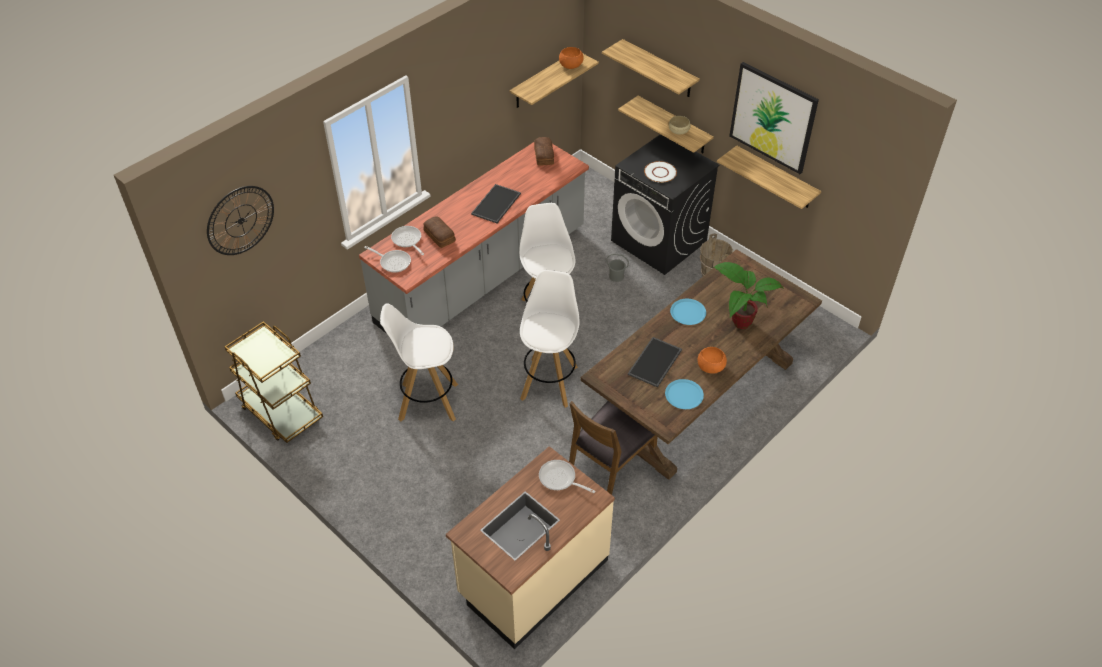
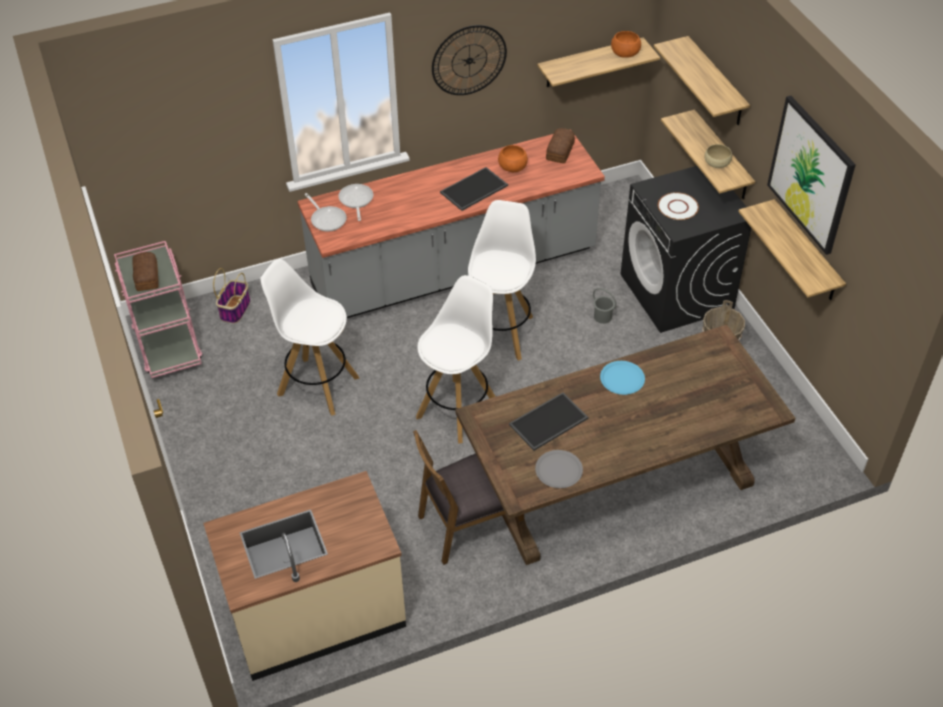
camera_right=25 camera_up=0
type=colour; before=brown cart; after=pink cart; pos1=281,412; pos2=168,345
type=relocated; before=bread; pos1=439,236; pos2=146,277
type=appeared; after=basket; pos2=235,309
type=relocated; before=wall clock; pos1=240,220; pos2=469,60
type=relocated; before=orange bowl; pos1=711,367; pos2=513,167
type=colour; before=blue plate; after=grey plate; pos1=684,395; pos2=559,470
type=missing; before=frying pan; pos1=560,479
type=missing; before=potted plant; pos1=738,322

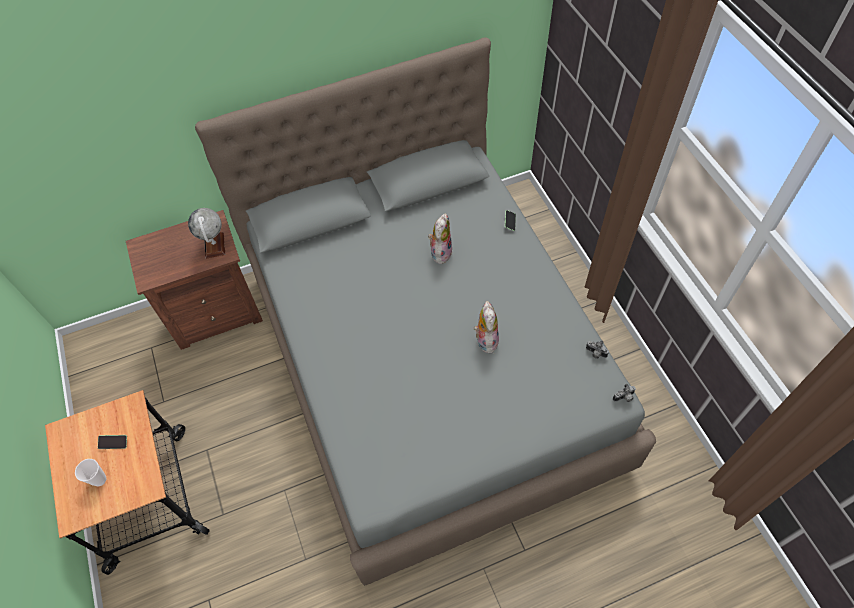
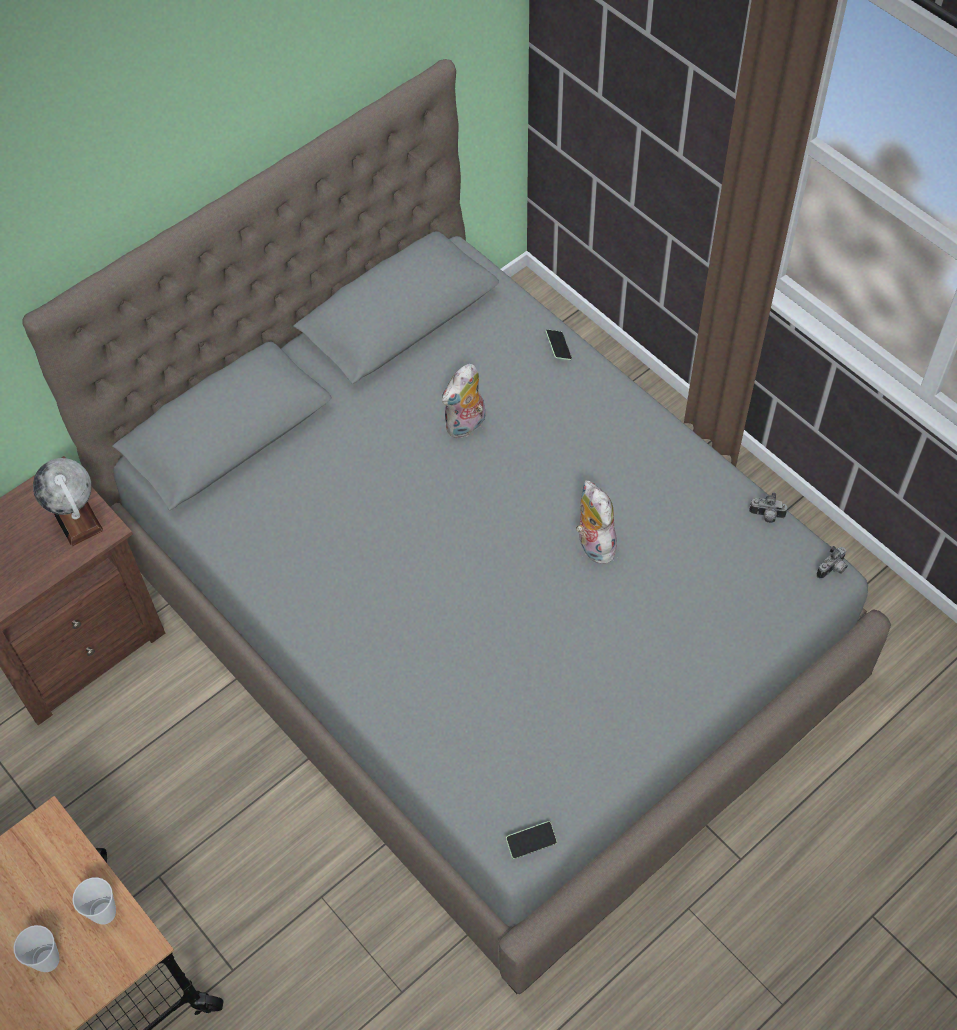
camera_right=-20 camera_up=0
type=appeared; after=cup; pos2=104,913
type=spun; before=plush toy; pos1=440,252; pos2=466,426; turn=-135
type=relocated; before=phone; pos1=114,443; pos2=531,842

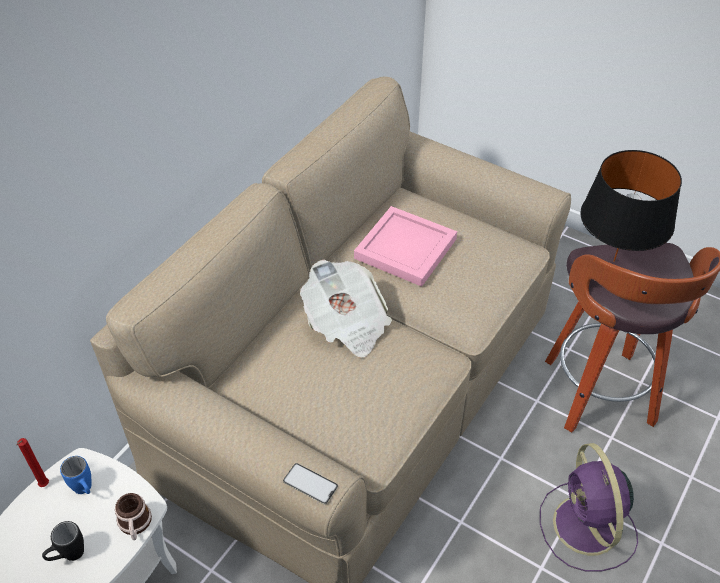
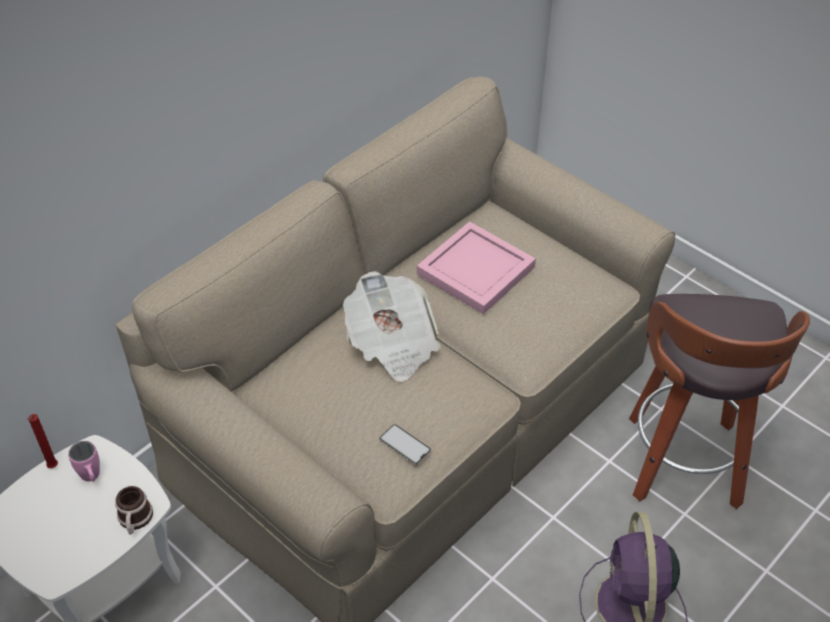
camera_right=10 camera_up=0
type=colour; before=blue mug; after=pink mug; pos1=85,490; pos2=92,478
type=relocated; before=phone; pos1=310,484; pos2=405,444
type=missing; before=black mug; pos1=68,556
type=missing; before=black table lamp; pos1=613,261

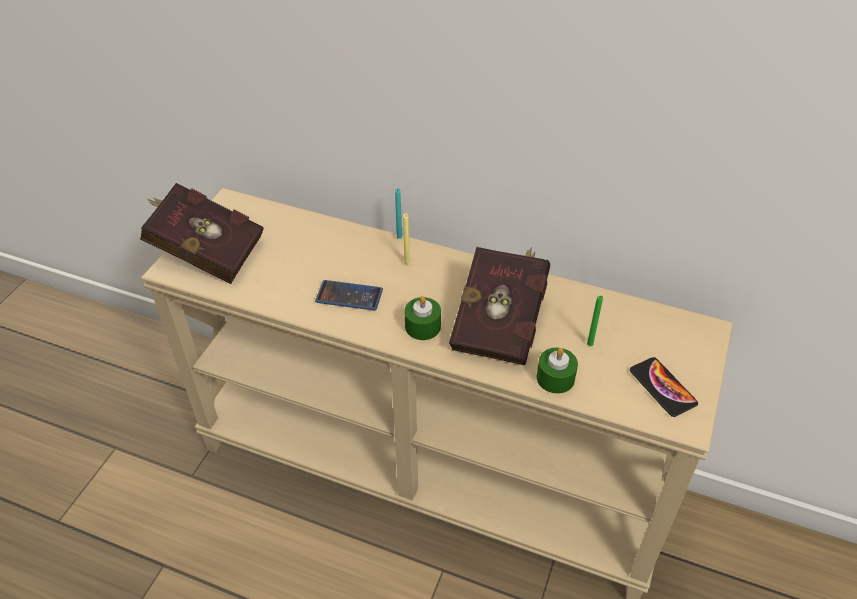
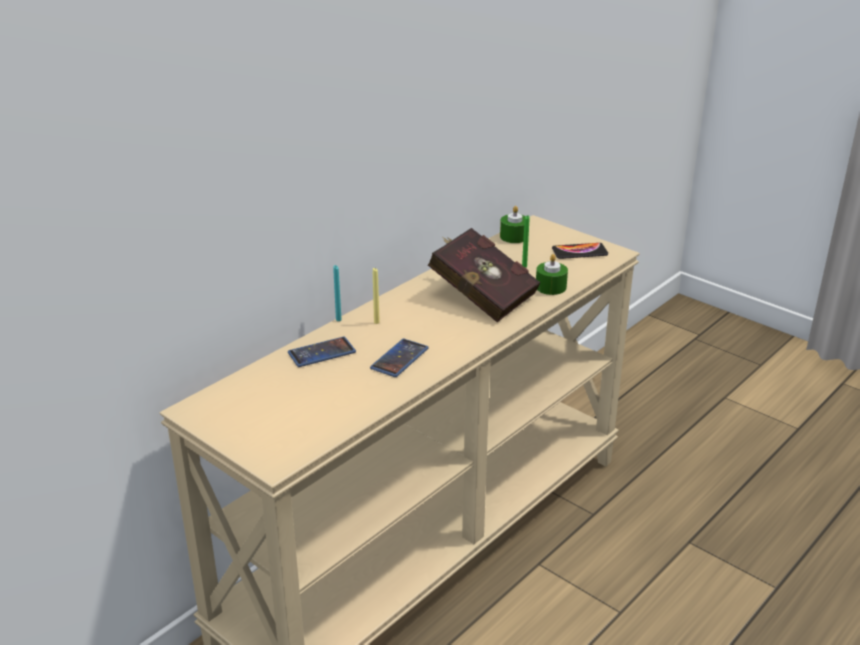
camera_right=-70 camera_up=-15
type=appeared; after=phone; pos2=321,353
type=relocated; before=green candle; pos1=422,326; pos2=514,237
type=missing; before=red book; pos1=205,251

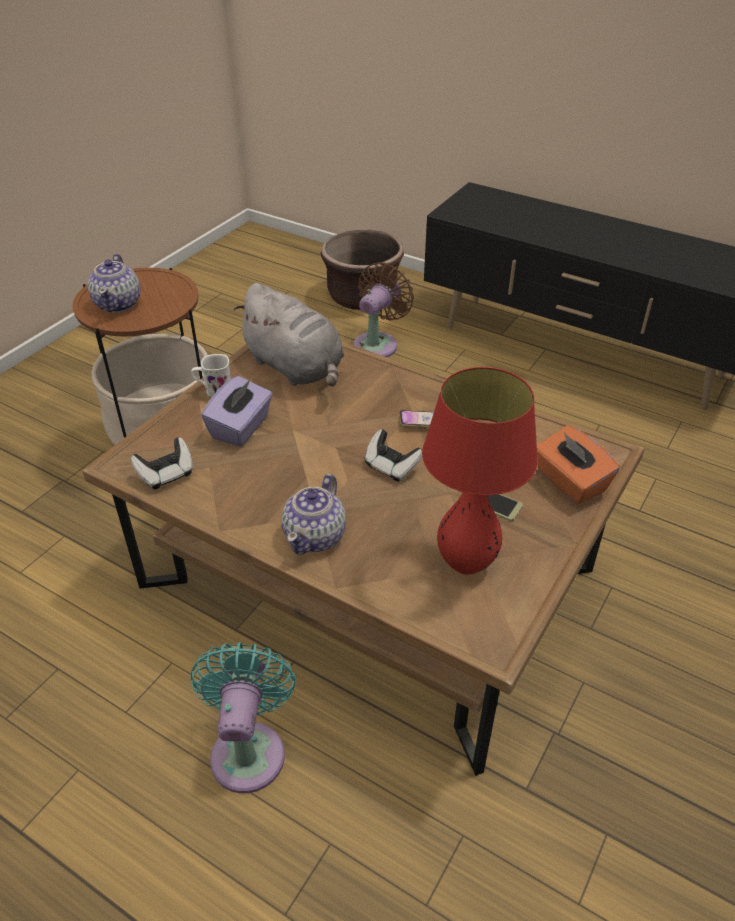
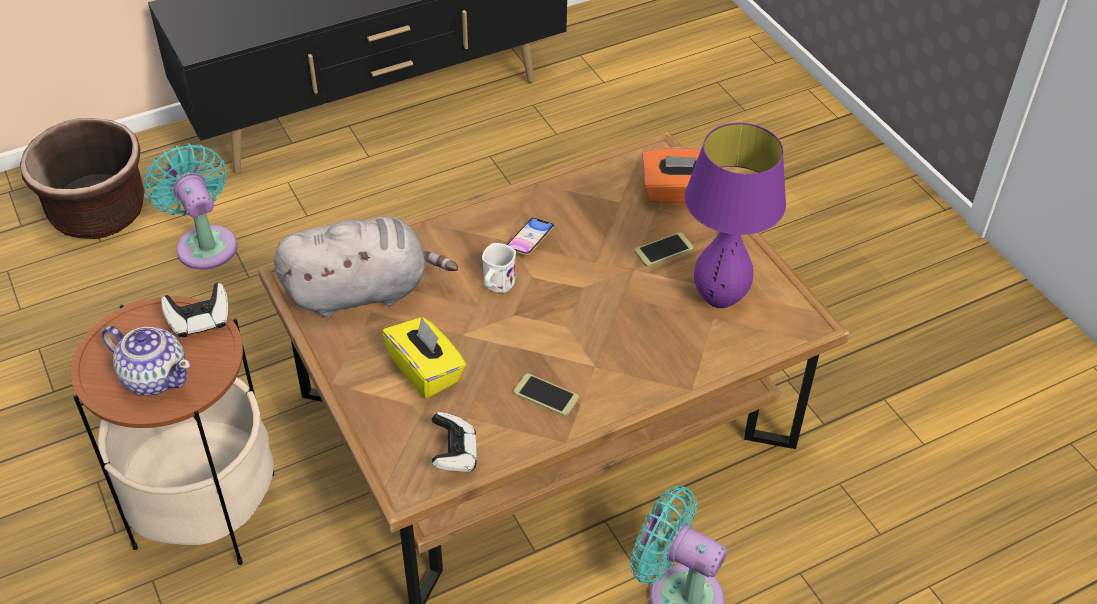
camera_right=-60 camera_up=5
type=colour; before=brown fan; after=turquoise fan; pos1=378,344; pos2=205,243
type=relocated; before=game controller; pos1=391,466; pos2=199,321
type=colour; before=purple tissue box; after=yellow tissue box; pos1=241,428; pos2=426,371
type=relocated; before=white mug; pos1=213,389; pos2=496,286
type=appeared; after=phone; pos2=546,395
type=colour; before=red table lamp; after=purple table lamp; pos1=466,563; pos2=719,298
type=missing; before=teapot; pos1=316,536

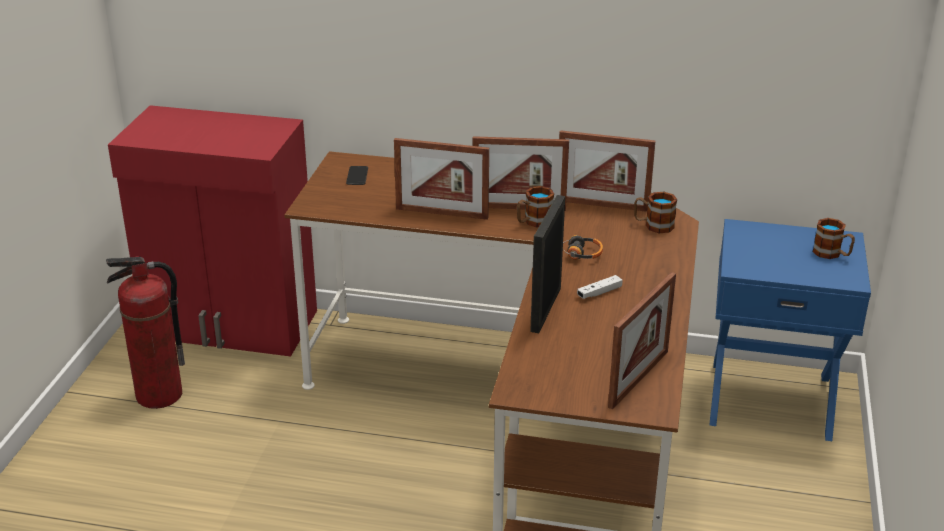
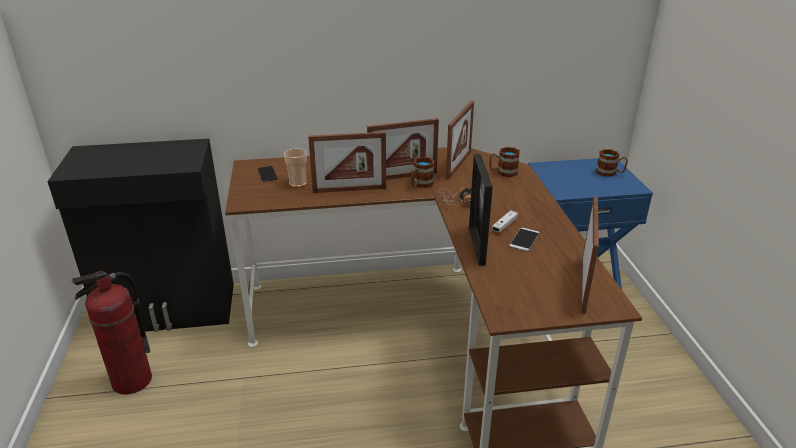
camera_right=-20 camera_up=0
type=colour; before=red cabinet; after=black cabinet; pos1=231,325; pos2=170,310
type=appeared; after=cup; pos2=298,183
type=spun; before=picture frame; pos1=602,205; pos2=458,165; turn=-60
type=appeared; after=phone; pos2=524,240

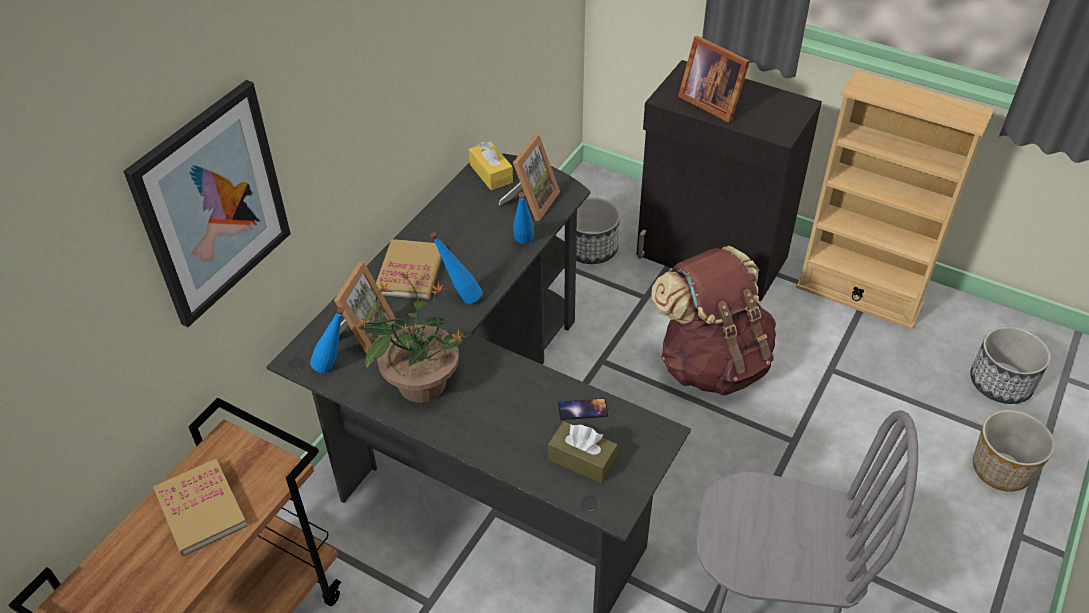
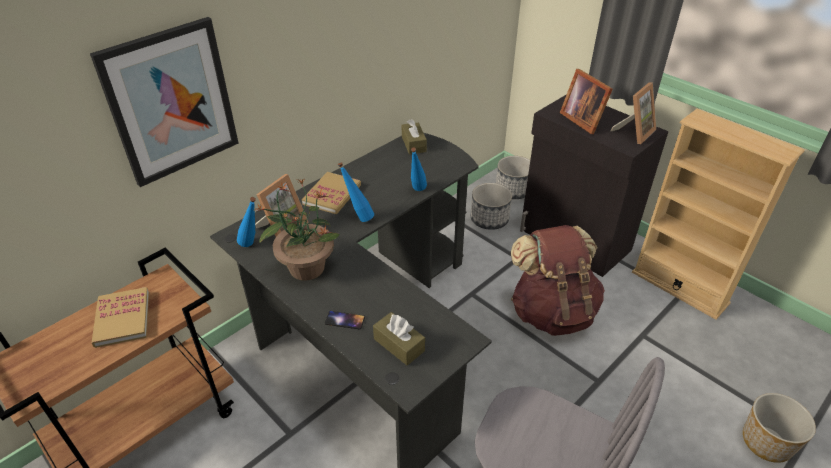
camera_right=15 camera_up=-5
type=relocated; before=phone; pos1=582,409; pos2=345,320
type=colour; before=yellow tissue box; after=brown tissue box; pos1=491,173; pos2=413,144
type=relocated; before=planter; pos1=1001,383; pos2=513,190
type=relocated; before=picture frame; pos1=531,202; pos2=634,132

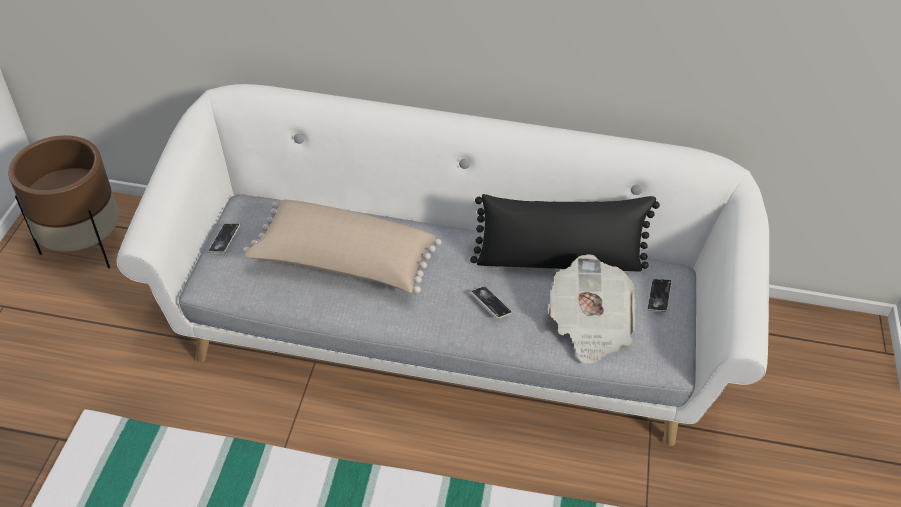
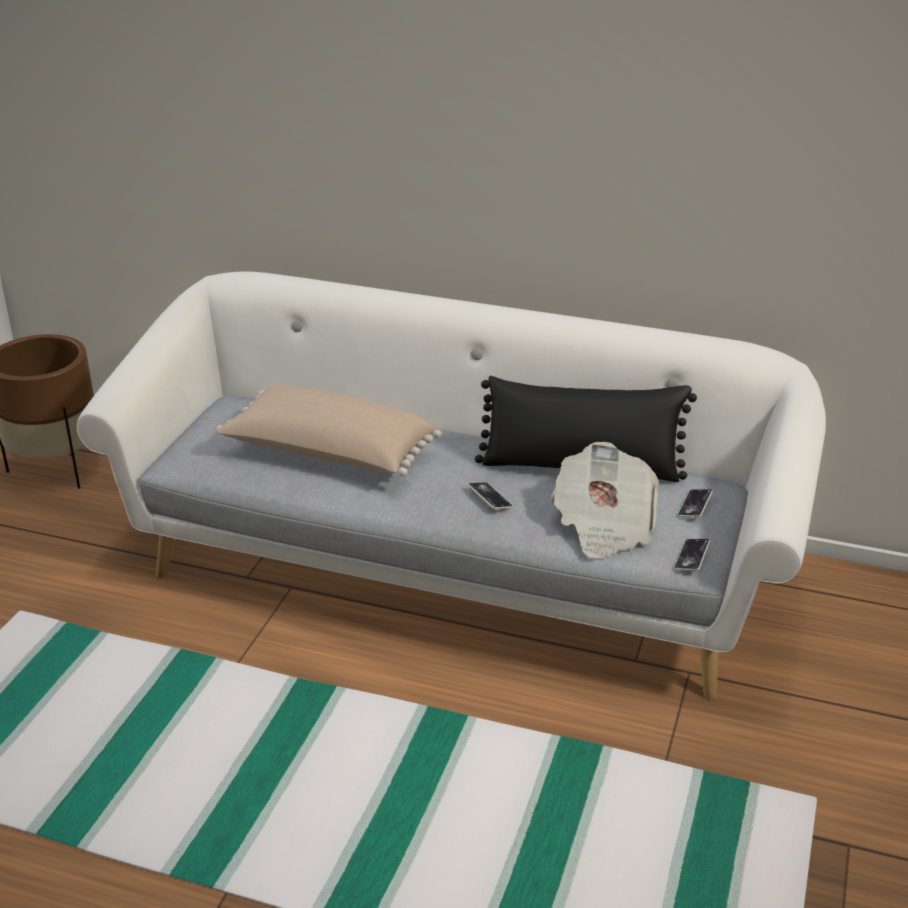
camera_right=10 camera_up=-15
type=relocated; before=phone; pos1=224,240; pos2=691,558

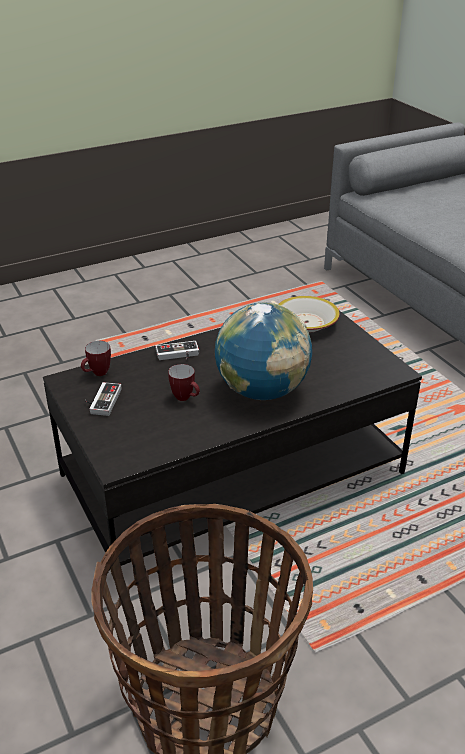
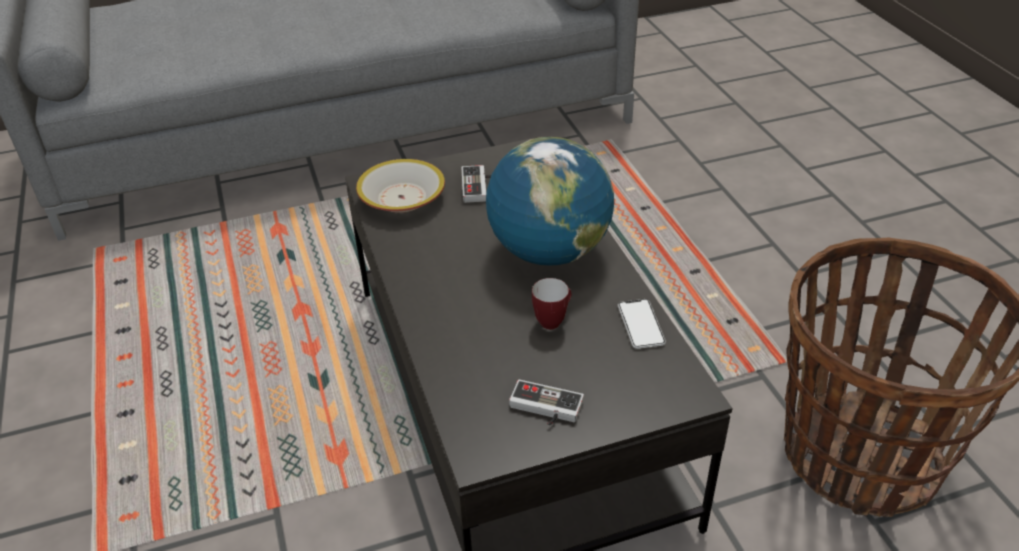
camera_right=-80 camera_up=5
type=relocated; before=game controller; pos1=178,355; pos2=479,186
type=appeared; after=phone; pos2=641,325
type=missing; before=mug; pos1=97,374

